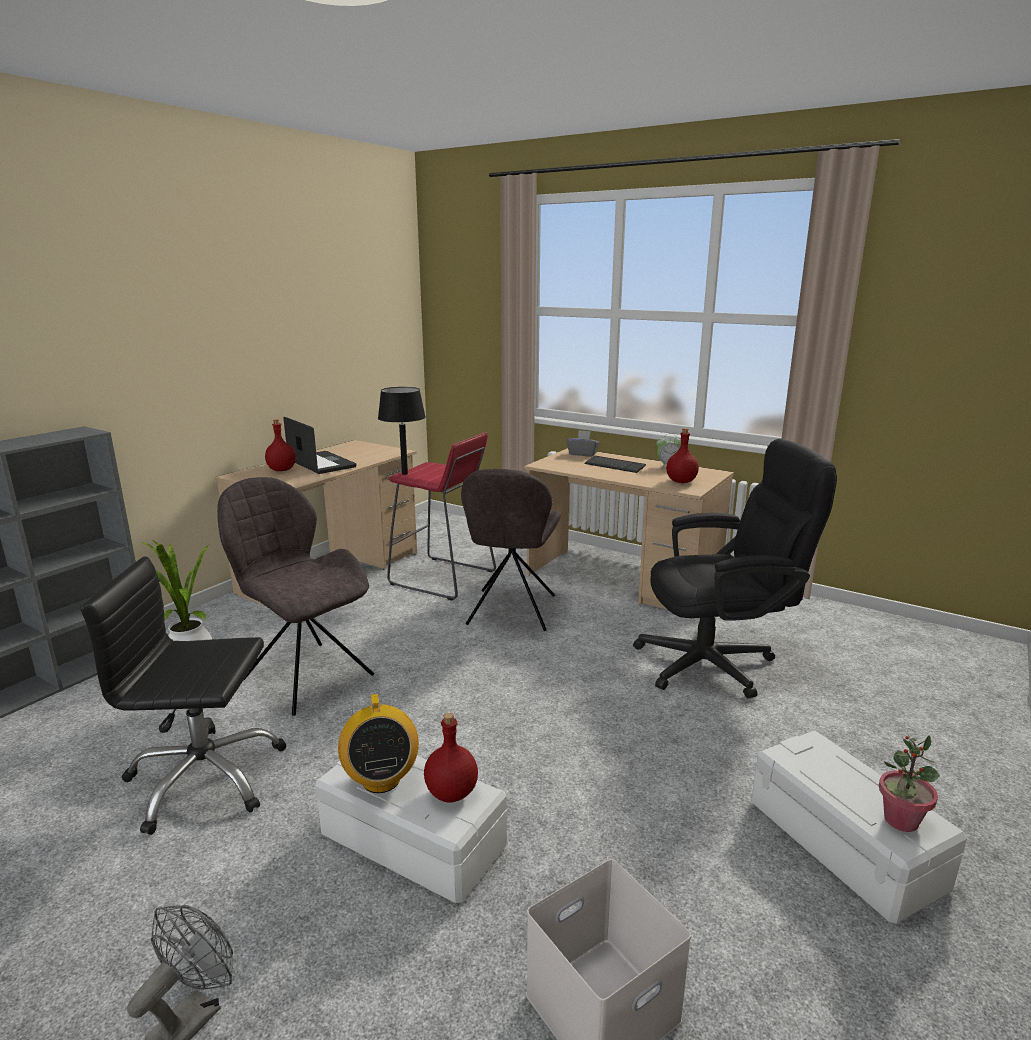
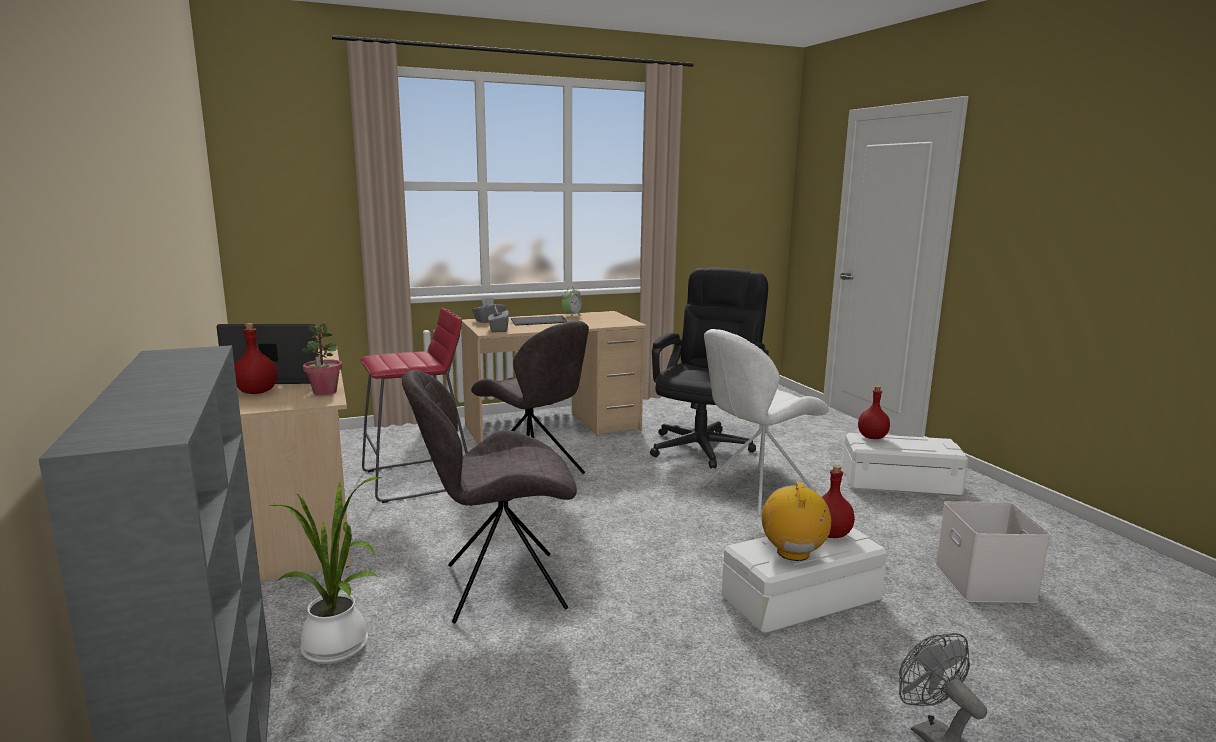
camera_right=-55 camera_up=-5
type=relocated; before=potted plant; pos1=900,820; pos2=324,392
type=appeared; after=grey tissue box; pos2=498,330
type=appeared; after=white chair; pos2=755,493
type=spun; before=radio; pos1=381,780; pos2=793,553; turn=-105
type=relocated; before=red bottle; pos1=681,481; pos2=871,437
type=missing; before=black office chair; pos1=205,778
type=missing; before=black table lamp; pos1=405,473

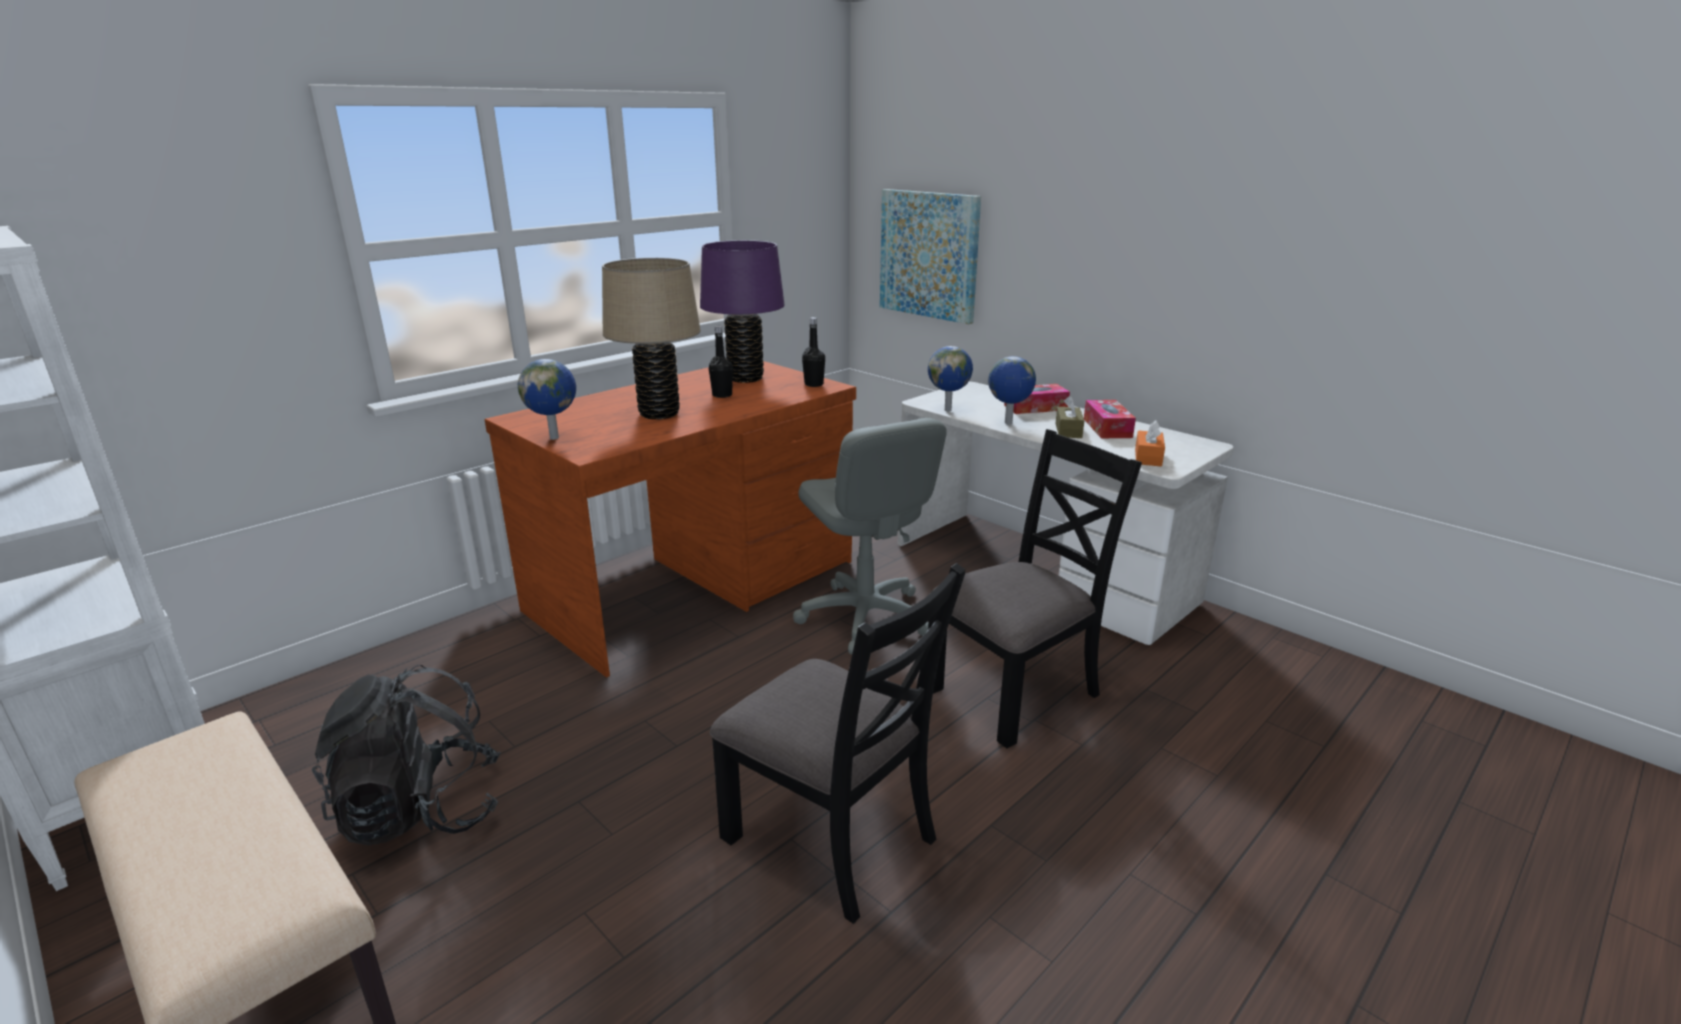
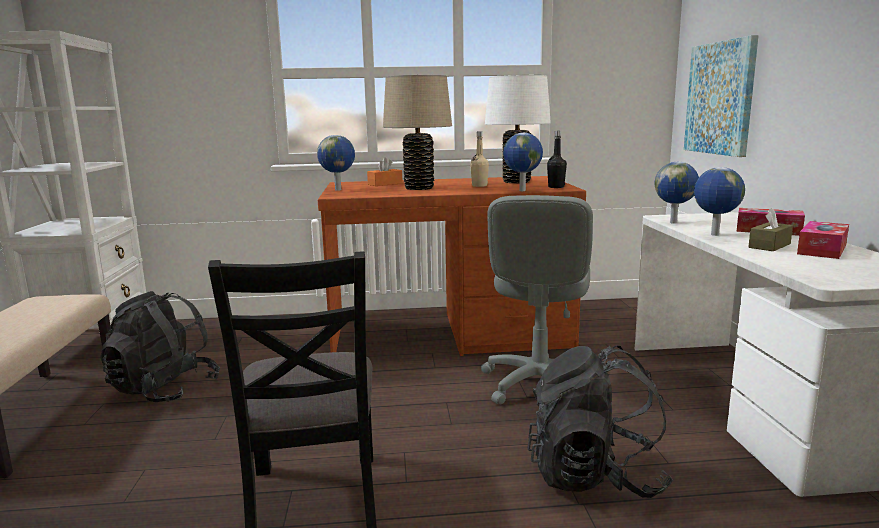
camera_right=40 camera_up=-10
type=relocated; before=orange tissue box; pos1=1148,457; pos2=385,184
type=colour; before=black bottle; after=beige bottle; pos1=722,395; pos2=479,186
type=colour; before=purple table lamp; after=white table lamp; pos1=745,378; pos2=516,181
type=appeared; after=globe; pos2=521,190
type=exchanged; before=black chair; after=black backpack; pos1=1015,691; pos2=595,476

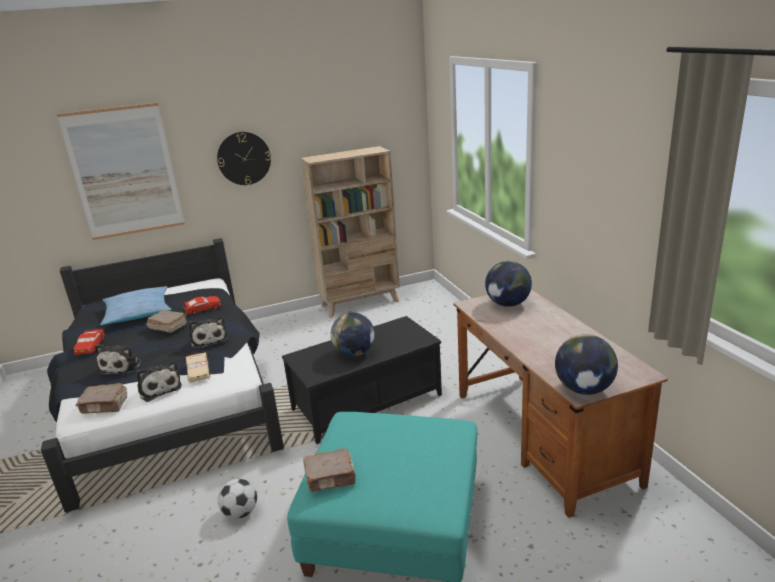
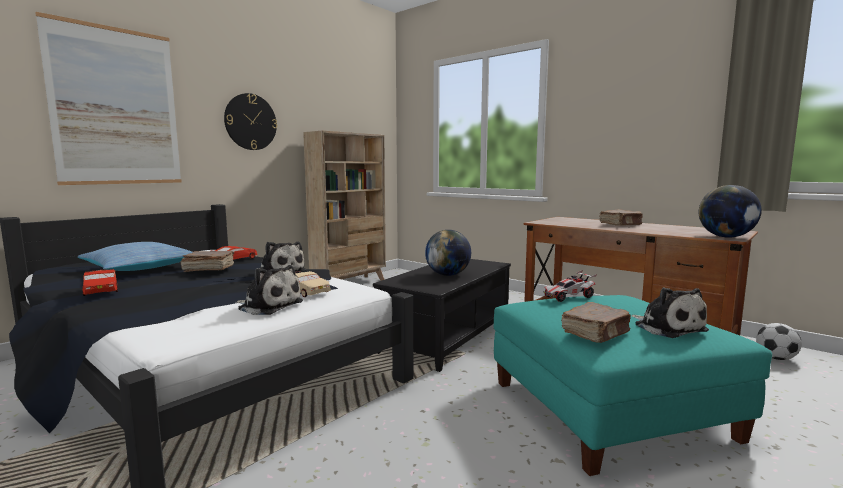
camera_right=-30 camera_up=-15
type=appeared; after=toy car; pos2=568,297
type=relocated; before=brown book; pos1=105,406; pos2=620,225
type=relocated; before=plush toy; pos1=122,366; pos2=667,327
type=relocated; before=football; pos1=240,513; pos2=776,358
type=missing; before=globe; pos1=508,304

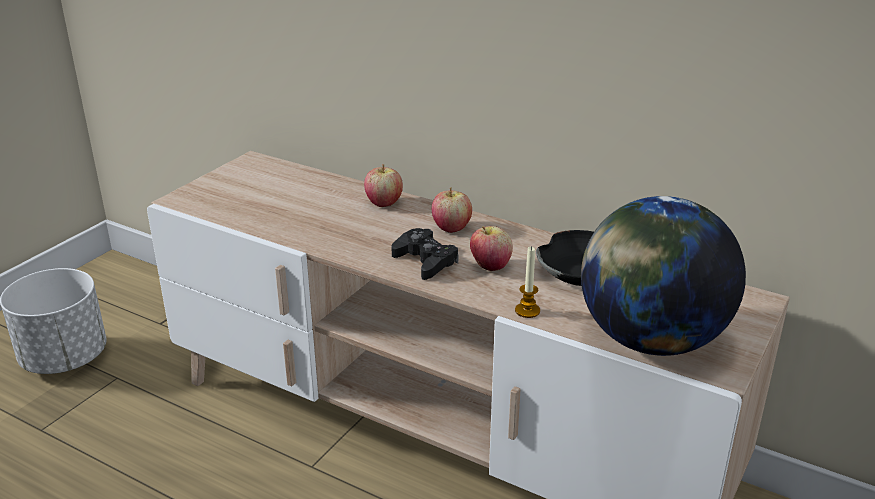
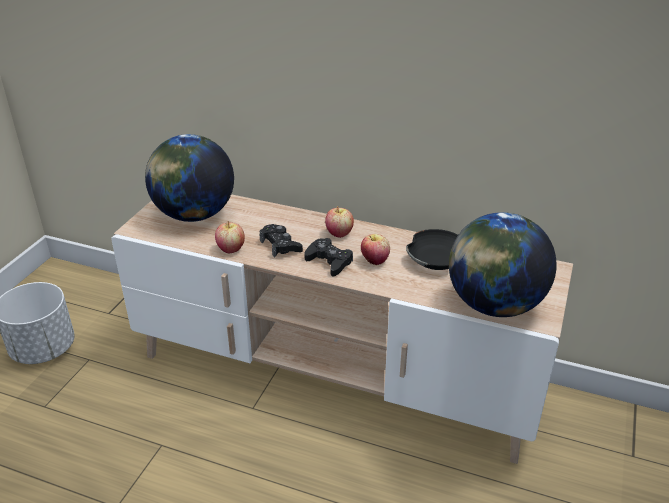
camera_right=-10 camera_up=5
type=appeared; after=globe; pos2=194,215
type=relocated; before=apple; pos1=384,203; pos2=231,249
type=appeared; after=black game controller; pos2=280,245
type=missing; before=candle; pos1=527,311

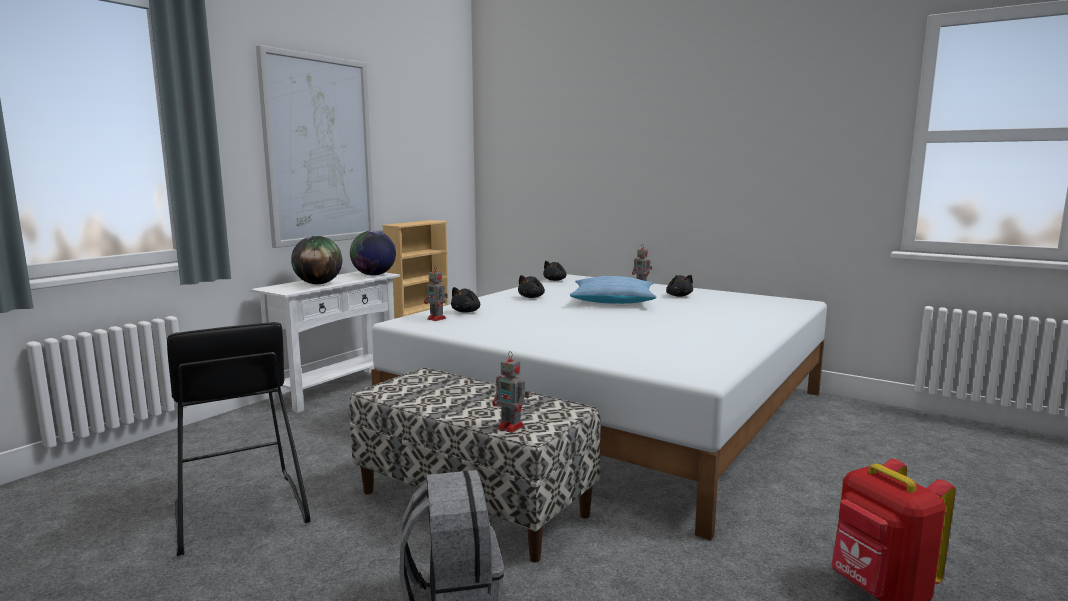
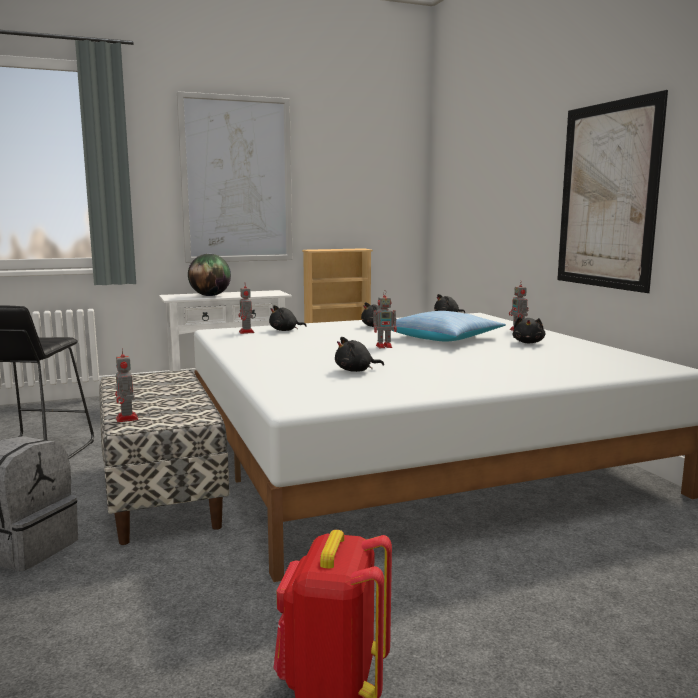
camera_right=35 camera_up=0
type=appeared; after=black plush toy; pos2=356,370
type=appeared; after=toy robot; pos2=385,346
type=appeared; after=picture; pos2=607,196
type=missing; before=globe; pos1=374,275

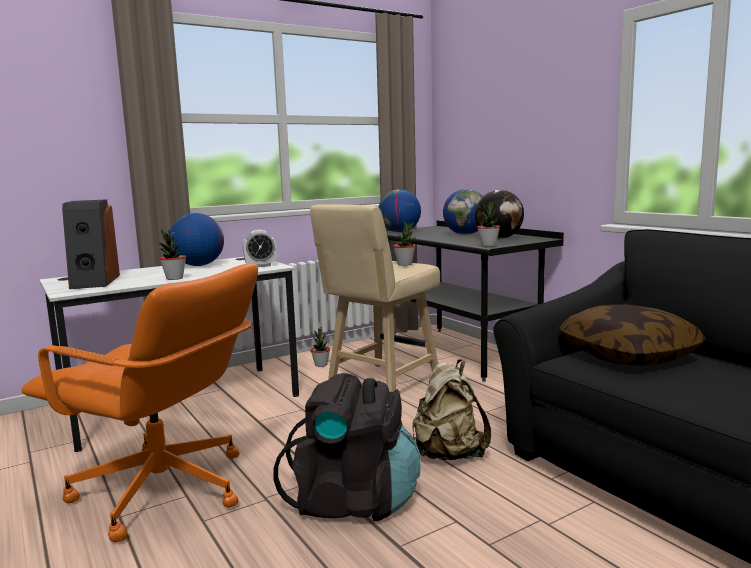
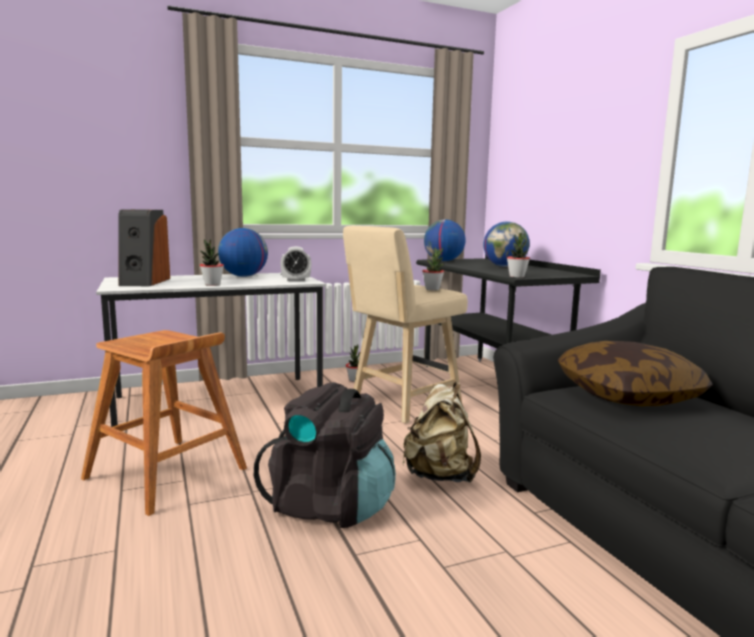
camera_right=10 camera_up=0
type=exchanged; before=orange office chair; after=brown stool; pos1=163,492; pos2=167,474
type=missing; before=globe; pos1=499,239

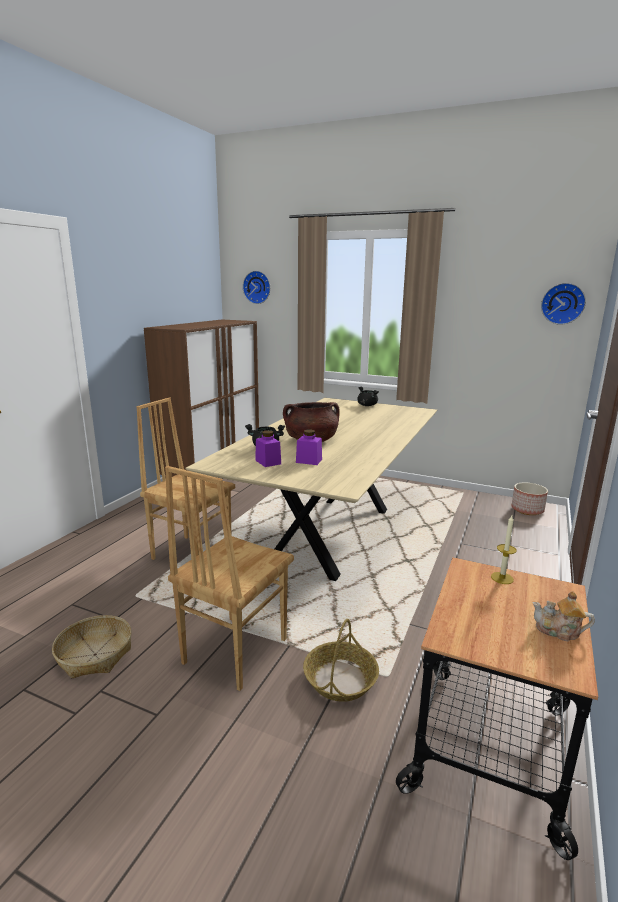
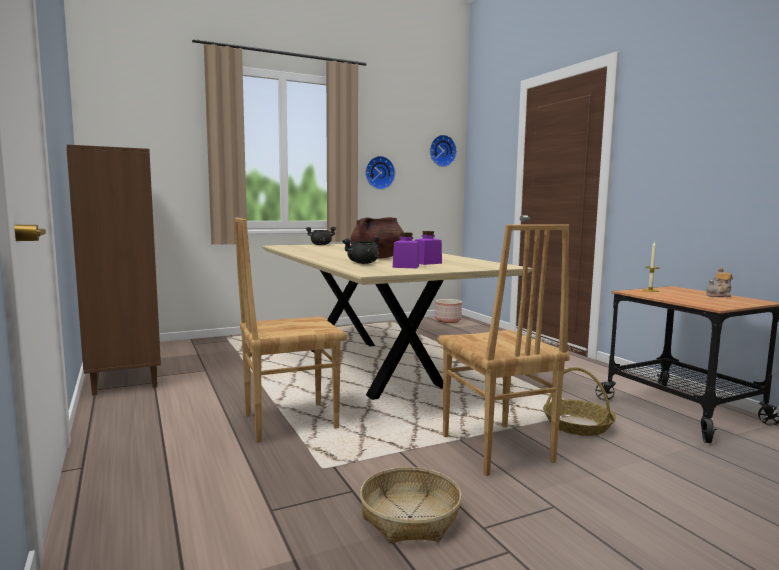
camera_right=-50 camera_up=-10
type=relocated; before=wall clock; pos1=257,287; pos2=379,172

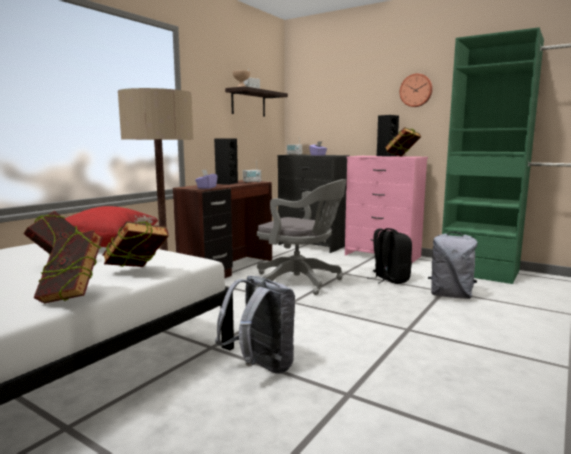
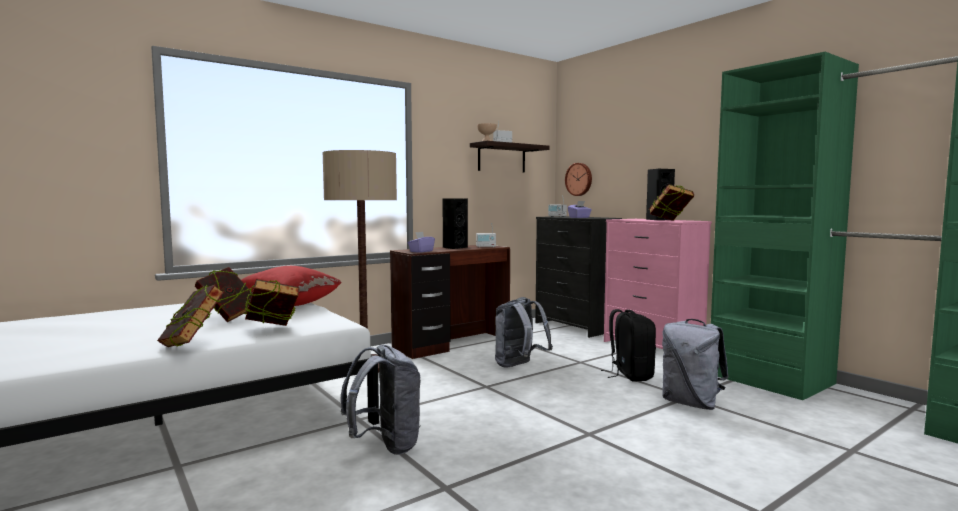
camera_right=20 camera_up=-5
type=exchanged; before=grey office chair; after=grey backpack; pos1=301,281; pos2=519,366
type=relocated; before=wall clock; pos1=416,90; pos2=579,179

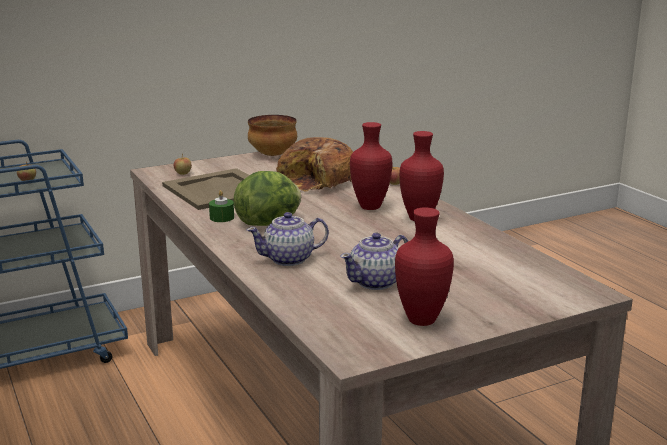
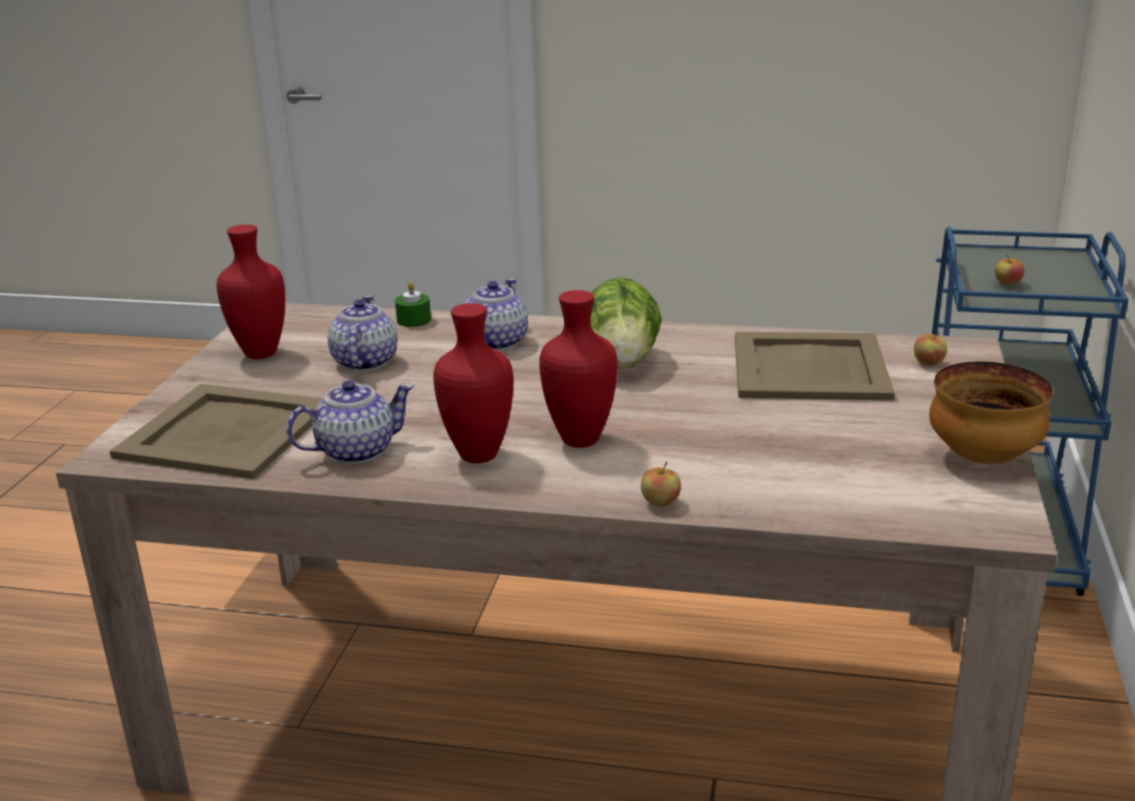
camera_right=130 camera_up=5
type=appeared; after=beige tray; pos2=228,431
type=appeared; after=teapot; pos2=355,451
type=relocated; before=green candle; pos1=222,218; pos2=414,320
type=missing; before=bread; pos1=317,181

